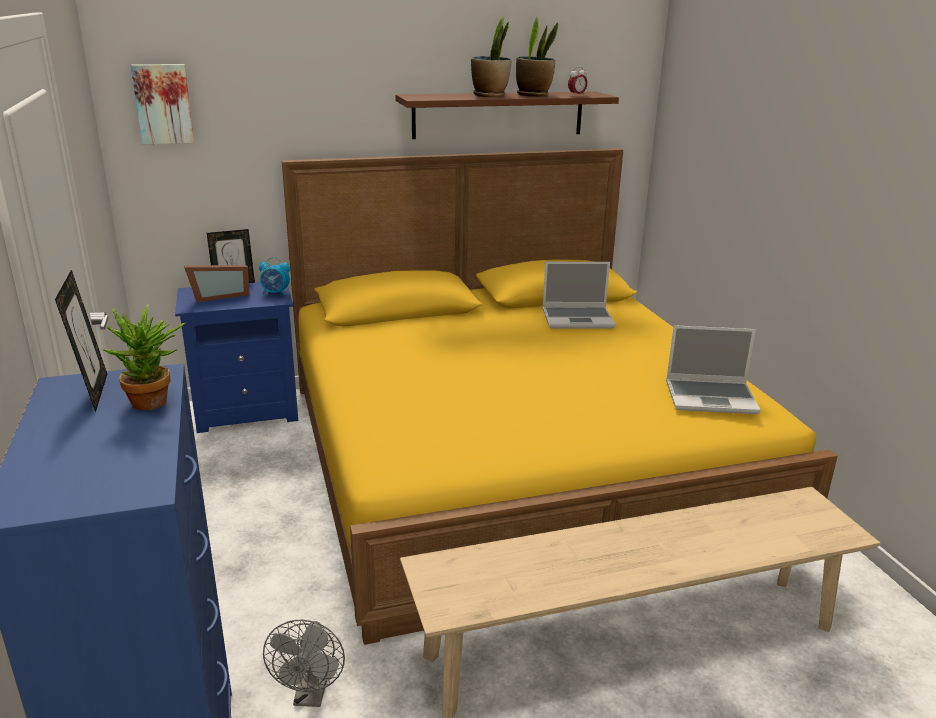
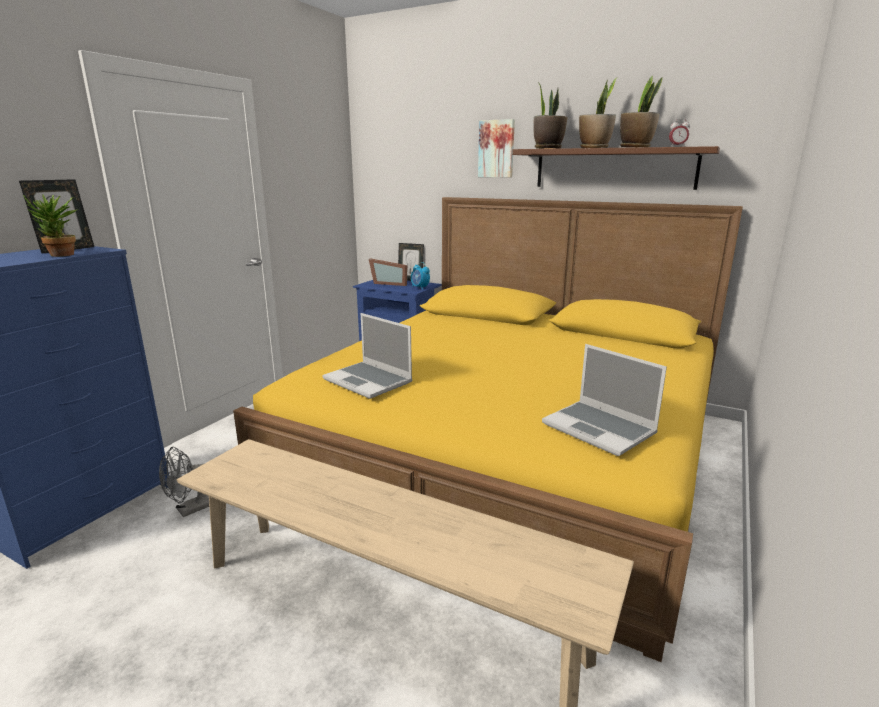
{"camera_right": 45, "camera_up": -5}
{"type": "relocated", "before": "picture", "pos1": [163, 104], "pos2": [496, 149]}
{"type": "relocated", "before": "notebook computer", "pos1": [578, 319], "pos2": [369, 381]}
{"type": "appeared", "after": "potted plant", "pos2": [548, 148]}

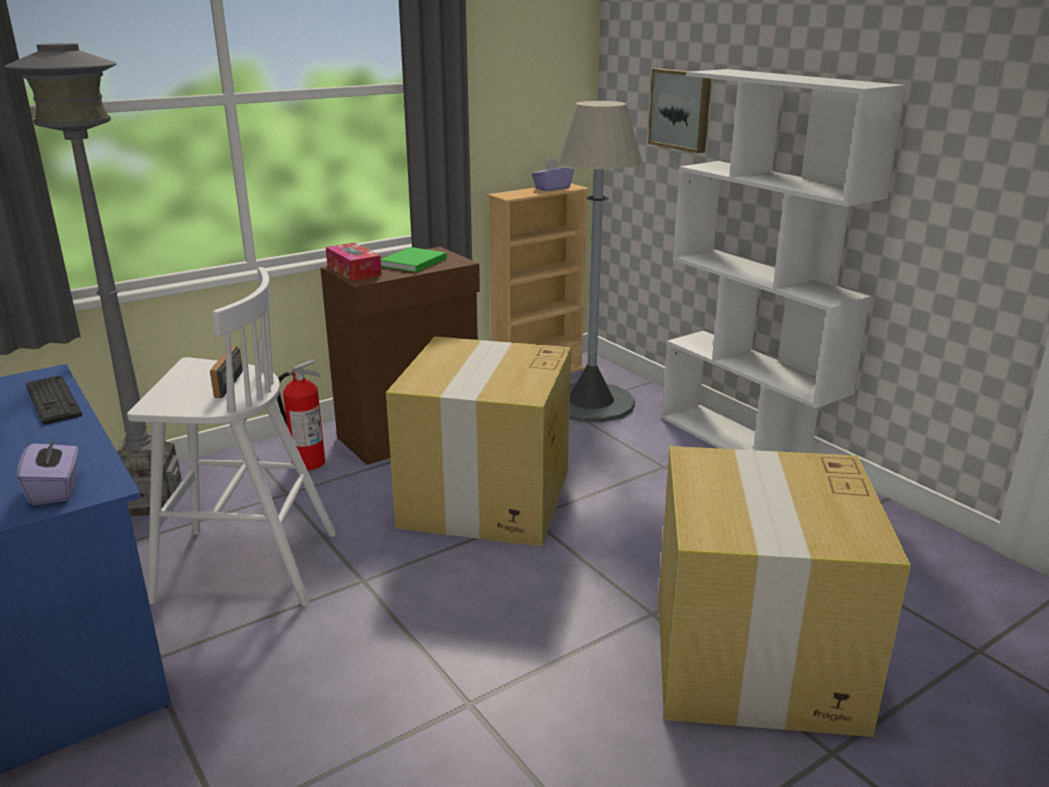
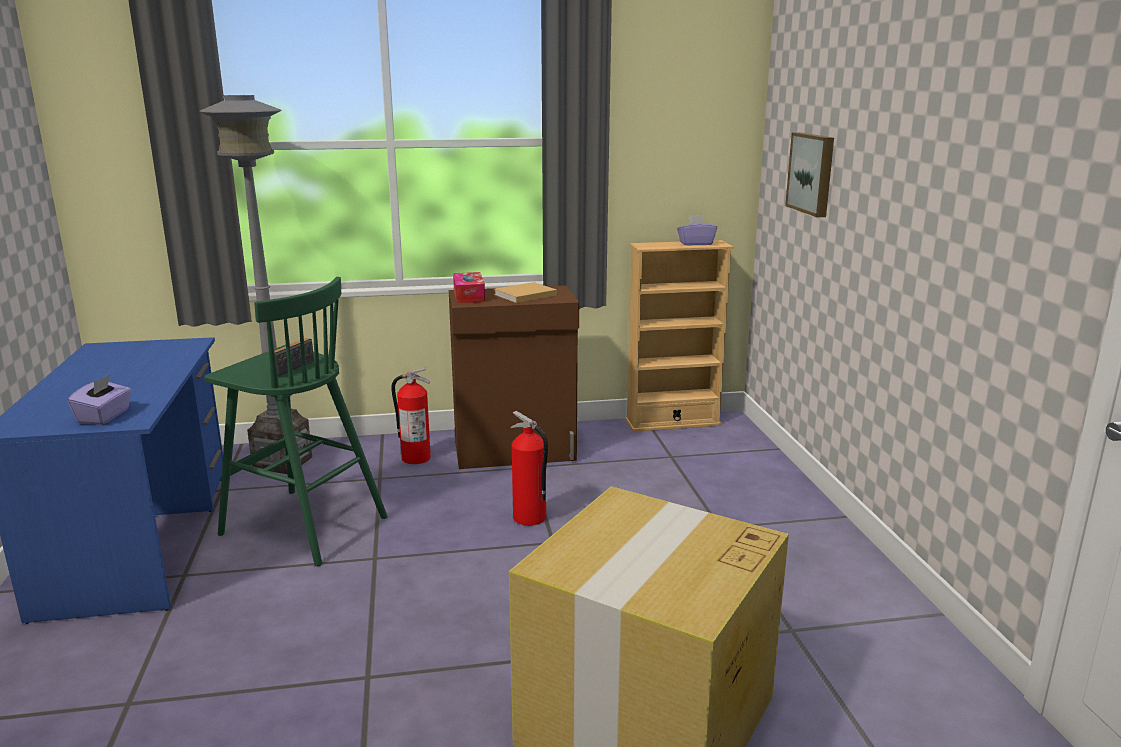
{"camera_right": 25, "camera_up": -5}
{"type": "missing", "before": "computer keyboard", "pos1": [53, 401]}
{"type": "colour", "before": "whitish stool", "after": "greenish stool", "pos1": [243, 567], "pos2": [301, 525]}
{"type": "colour", "before": "greenish bound book", "after": "beige-coloured bound book", "pos1": [412, 263], "pos2": [523, 295]}
{"type": "exchanged", "before": "packing box", "after": "extinguisher", "pos1": [486, 499], "pos2": [529, 518]}
{"type": "missing", "before": "grey floor lamp", "pos1": [590, 403]}
{"type": "missing", "before": "whitish bookcase", "pos1": [746, 445]}

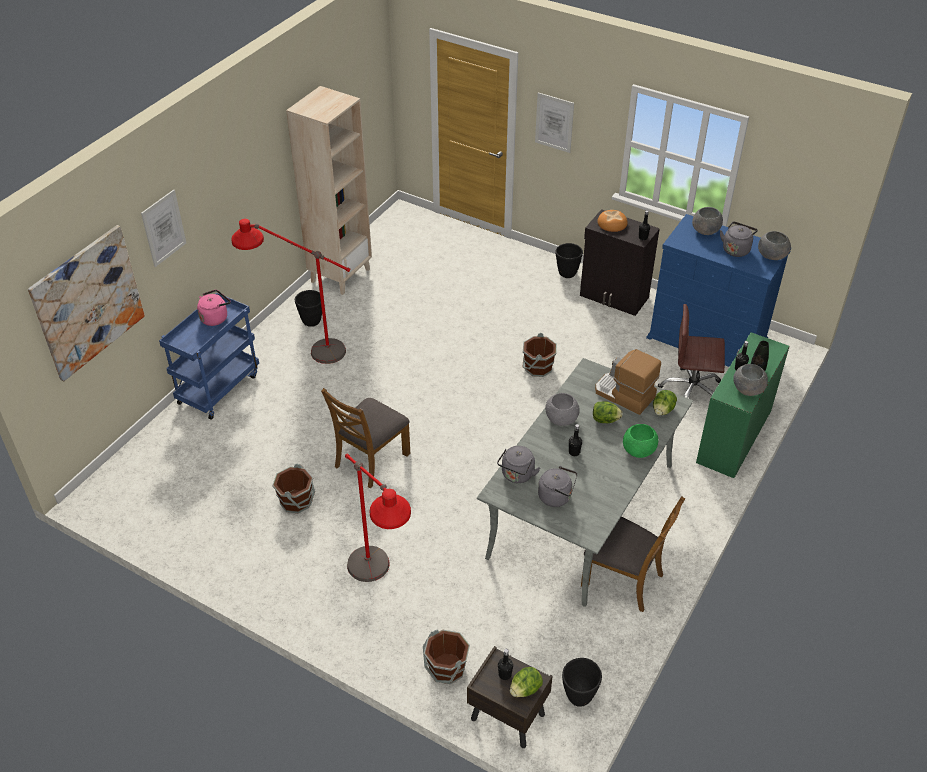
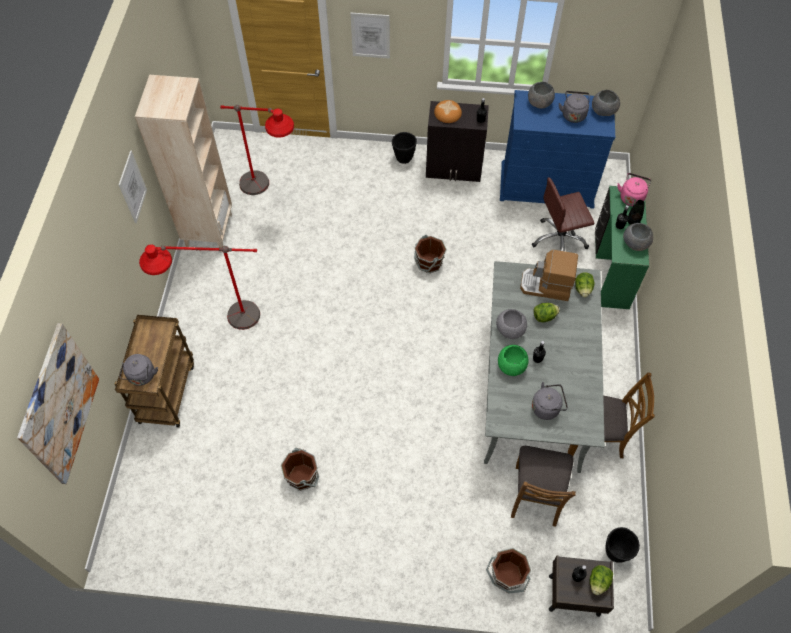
{"camera_right": -25, "camera_up": 15}
{"type": "relocated", "before": "picture", "pos1": [163, 228], "pos2": [132, 187]}
{"type": "colour", "before": "blue trolley", "after": "brown trolley", "pos1": [218, 388], "pos2": [166, 391]}
{"type": "relocated", "before": "pink-coloured tea kettle", "pos1": [215, 318], "pos2": [631, 197]}
{"type": "missing", "before": "black-coloured planter", "pos1": [311, 321]}
{"type": "relocated", "before": "brown chair", "pos1": [371, 460], "pos2": [536, 495]}
{"type": "relocated", "before": "red-coloured floor lamp", "pos1": [380, 587], "pos2": [269, 194]}
{"type": "relocated", "before": "grey tea kettle", "pos1": [517, 475], "pos2": [141, 377]}
{"type": "relocated", "before": "greenish deep dish", "pos1": [638, 450], "pos2": [511, 366]}

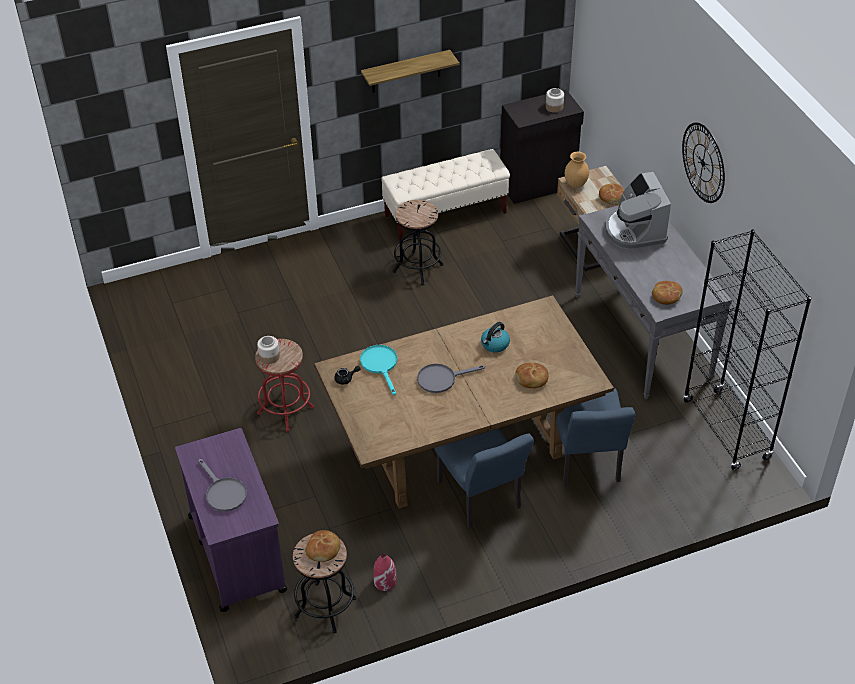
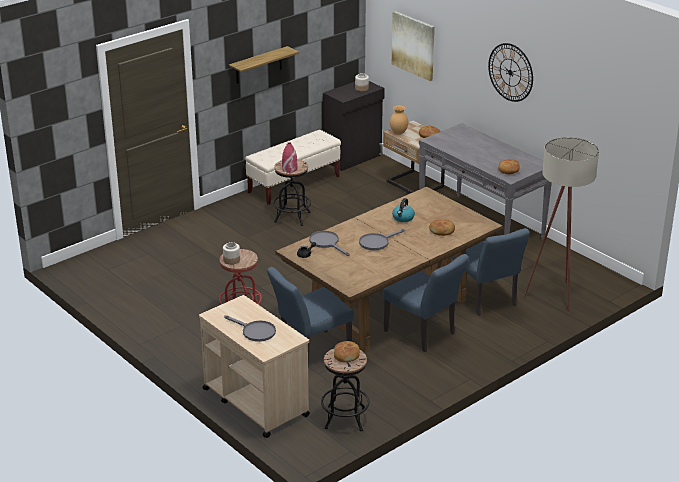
{"camera_right": -20, "camera_up": -15}
{"type": "colour", "before": "purplish trolley", "after": "beige-coloured trolley", "pos1": [237, 552], "pos2": [255, 402]}
{"type": "colour", "before": "turquoise-coloured frying pan", "after": "grey frying pan", "pos1": [381, 365], "pos2": [327, 243]}
{"type": "relocated", "before": "red-coloured flower vase", "pos1": [385, 581], "pos2": [289, 169]}
{"type": "missing", "before": "coffee brewer", "pos1": [634, 231]}
{"type": "missing", "before": "black-coloured bookcase", "pos1": [726, 430]}
{"type": "appeared", "after": "blue chair", "pos2": [310, 352]}
{"type": "appeared", "after": "picture", "pos2": [413, 45]}
{"type": "appeared", "after": "beige-coloured floor lamp", "pos2": [556, 294]}

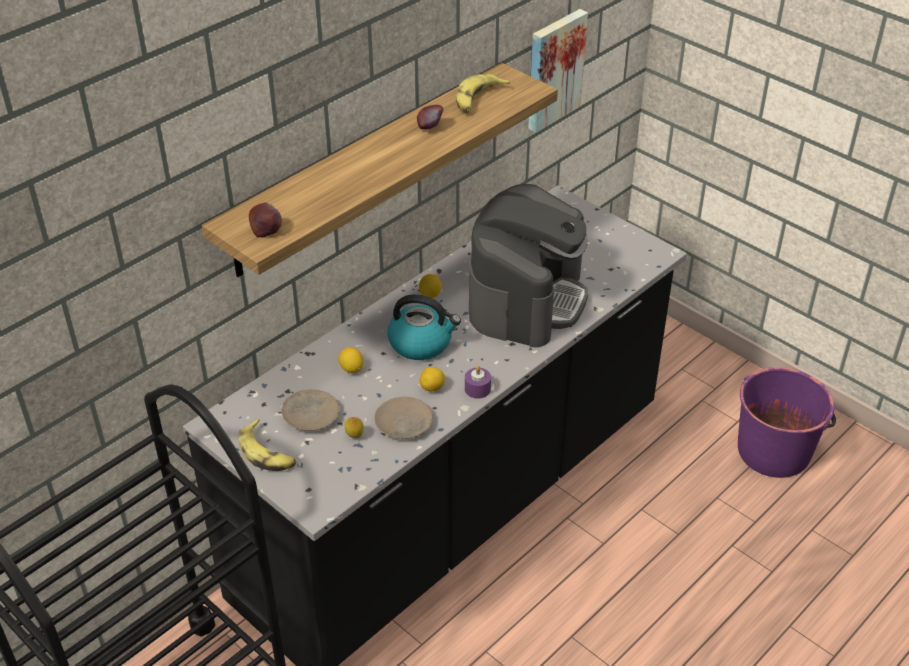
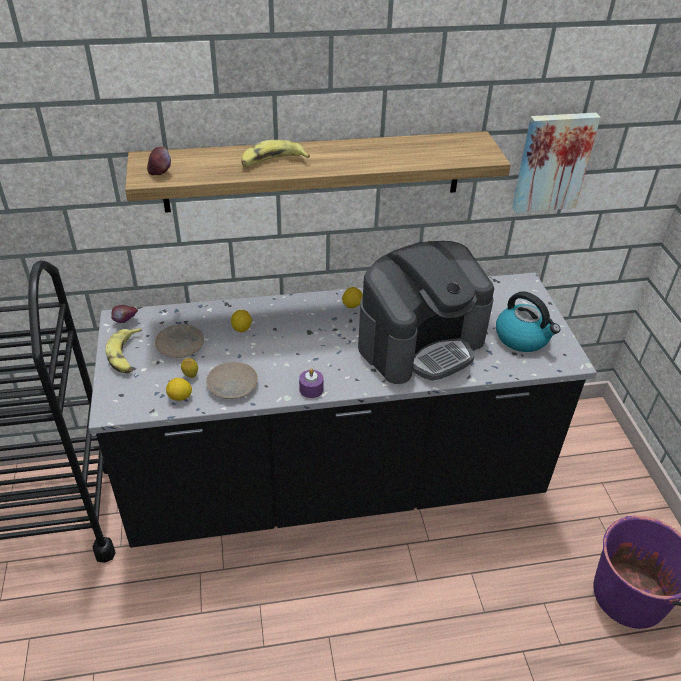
{"camera_right": 35, "camera_up": 0}
{"type": "relocated", "before": "tea kettle", "pos1": [421, 343], "pos2": [523, 338]}
{"type": "relocated", "before": "apple", "pos1": [430, 128], "pos2": [126, 322]}
{"type": "relocated", "before": "lemon", "pos1": [432, 388], "pos2": [180, 397]}
{"type": "relocated", "before": "banana", "pos1": [478, 100], "pos2": [272, 162]}

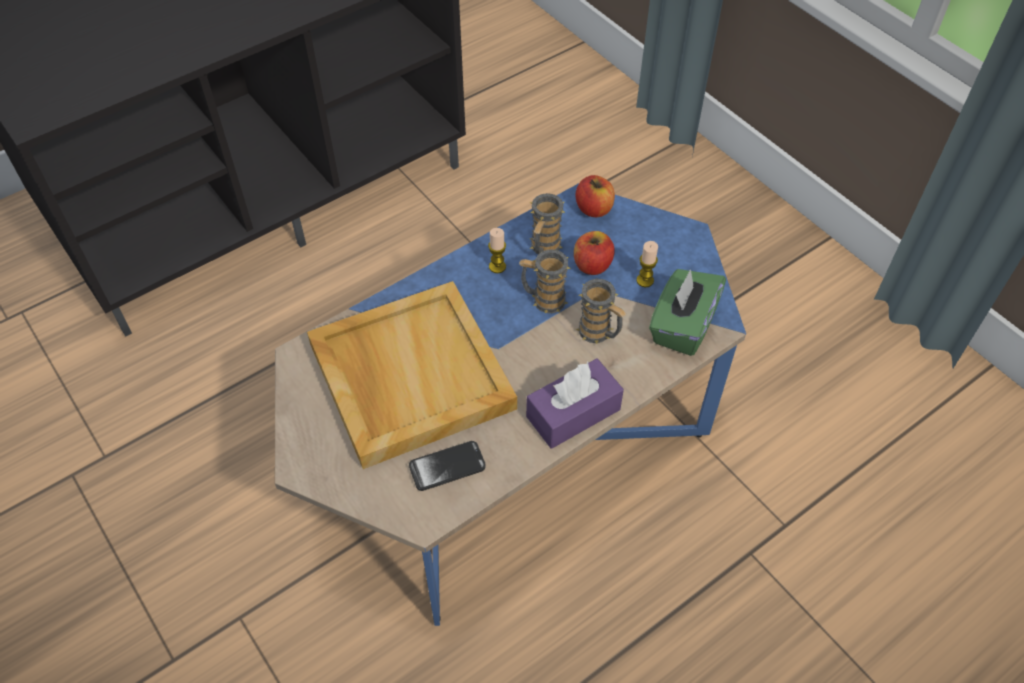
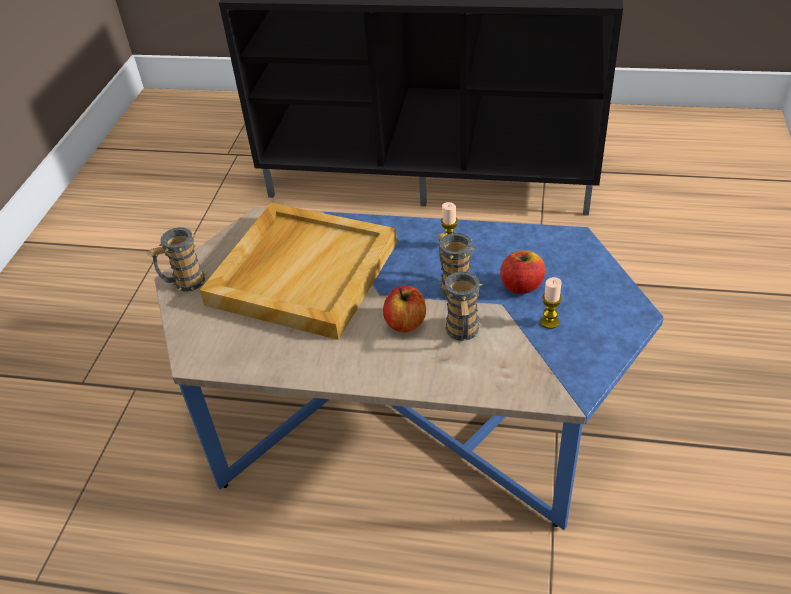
{"camera_right": 50, "camera_up": -10}
{"type": "missing", "before": "handset", "pos1": [447, 467]}
{"type": "missing", "before": "purplish box of tissues", "pos1": [573, 413]}
{"type": "relocated", "before": "tea mug", "pos1": [543, 249], "pos2": [184, 283]}
{"type": "relocated", "before": "apple", "pos1": [594, 209], "pos2": [405, 323]}
{"type": "missing", "before": "greenish box of tissues", "pos1": [682, 326]}

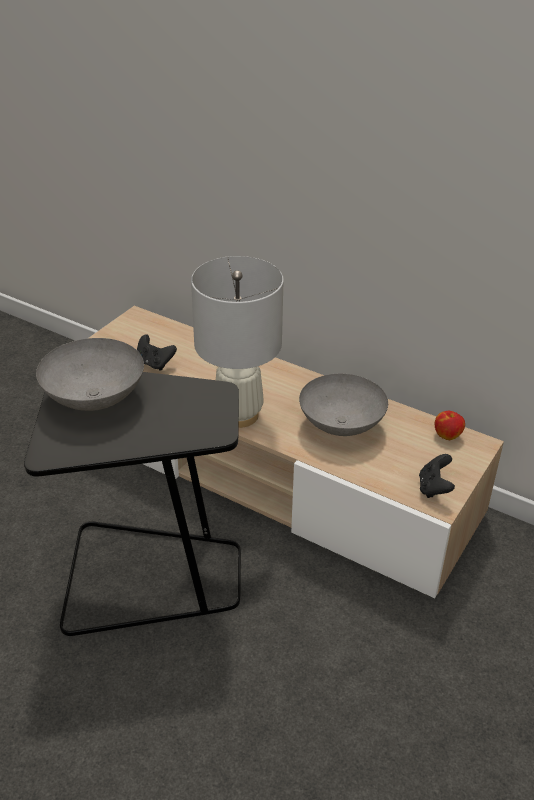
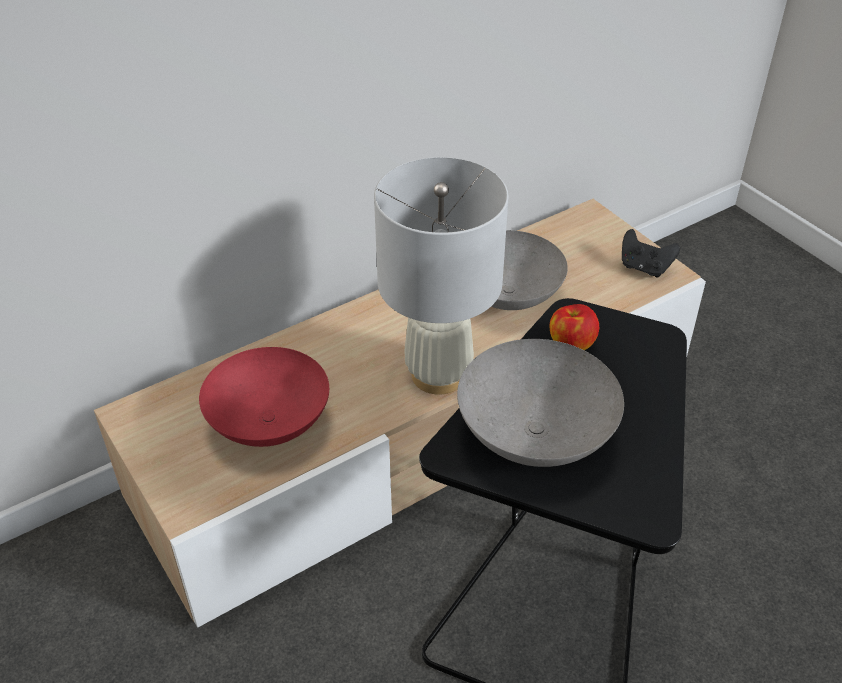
{"camera_right": -65, "camera_up": 5}
{"type": "exchanged", "before": "black-coloured gamepad", "after": "red-coloured deep dish", "pos1": [154, 363], "pos2": [268, 425]}
{"type": "relocated", "before": "apple", "pos1": [447, 435], "pos2": [571, 344]}

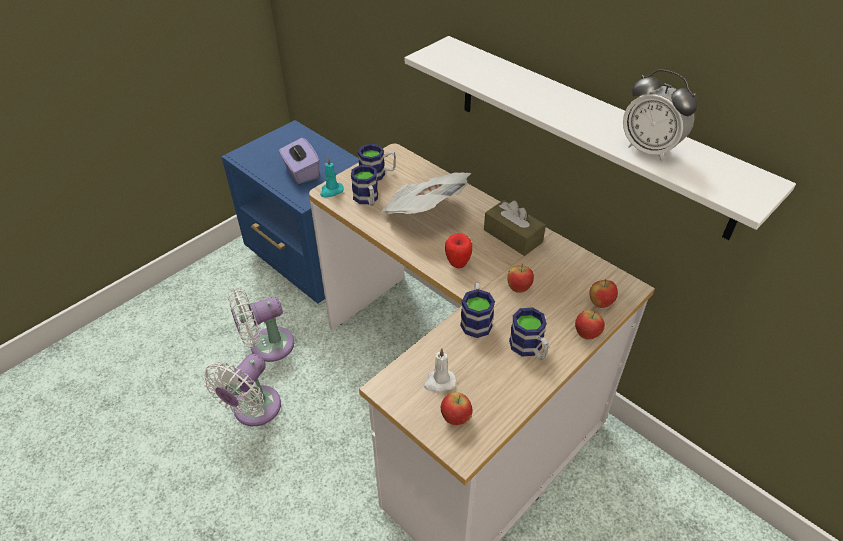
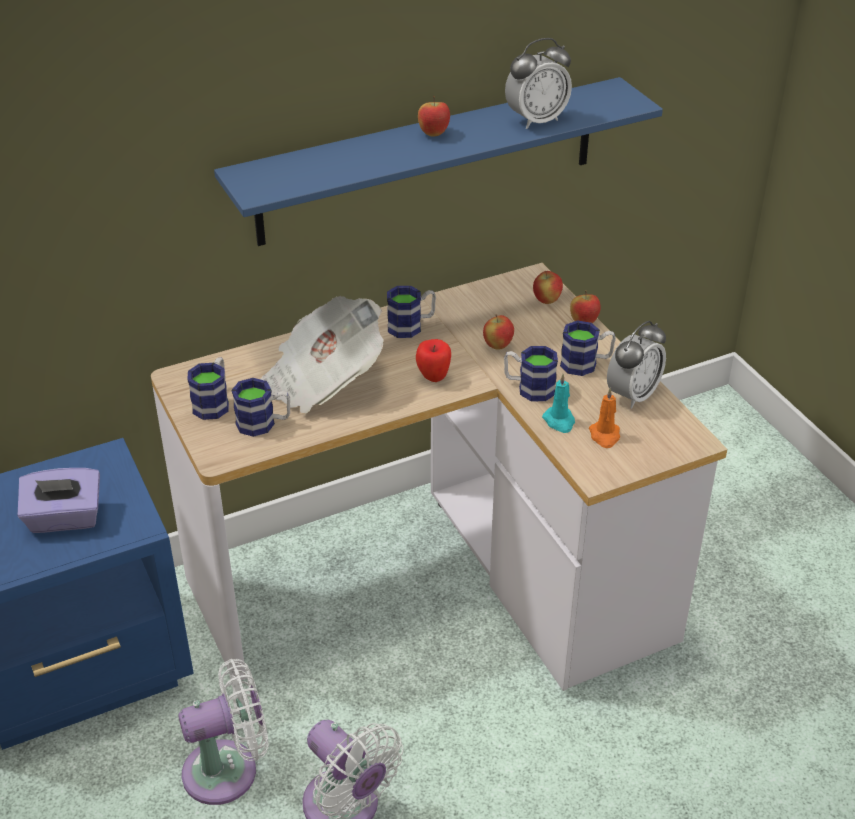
{"camera_right": -70, "camera_up": -5}
{"type": "spun", "before": "whitish electric fan", "pos1": [267, 346], "pos2": [228, 770], "turn": -105}
{"type": "relocated", "before": "turquoise-coloured candle", "pos1": [331, 191], "pos2": [559, 421]}
{"type": "colour", "before": "whitish wall shelf", "after": "blue wall shelf", "pos1": [589, 133], "pos2": [428, 161]}
{"type": "colour", "before": "whitish candle", "after": "orange-coloured candle", "pos1": [439, 382], "pos2": [605, 436]}
{"type": "relocated", "before": "apple", "pos1": [455, 418], "pos2": [433, 134]}
{"type": "exchanged", "before": "brown box of tissues", "after": "tea mug", "pos1": [512, 236], "pos2": [411, 326]}
{"type": "appeared", "after": "alarm clock", "pos2": [633, 395]}

